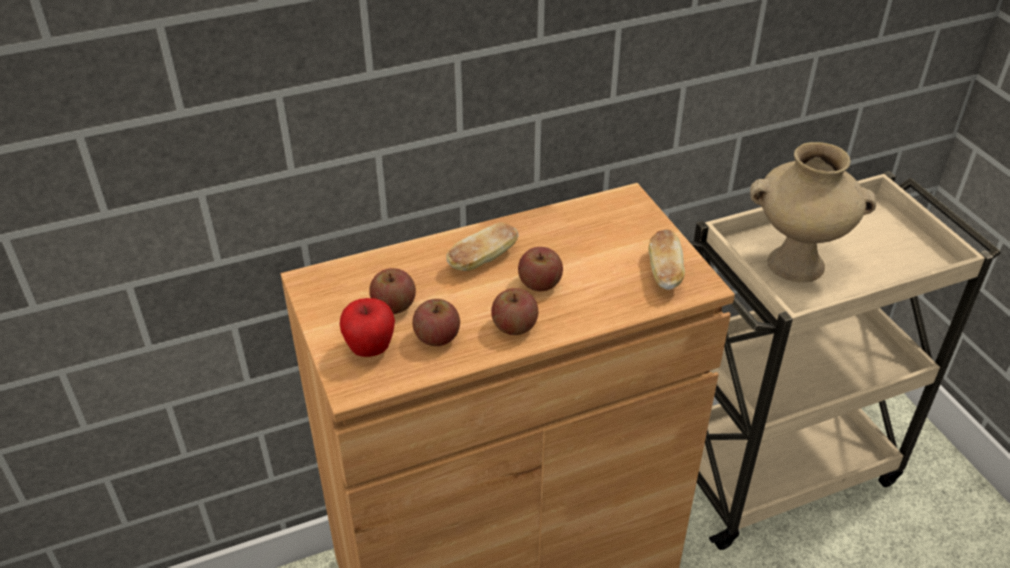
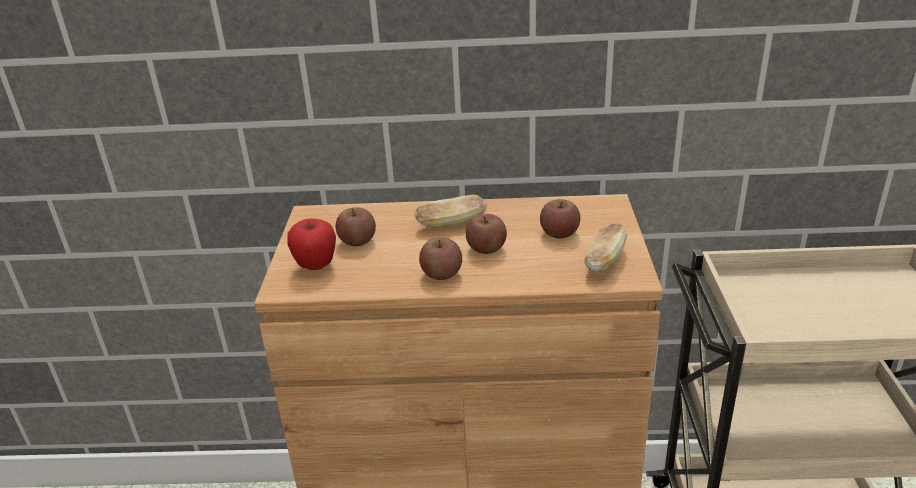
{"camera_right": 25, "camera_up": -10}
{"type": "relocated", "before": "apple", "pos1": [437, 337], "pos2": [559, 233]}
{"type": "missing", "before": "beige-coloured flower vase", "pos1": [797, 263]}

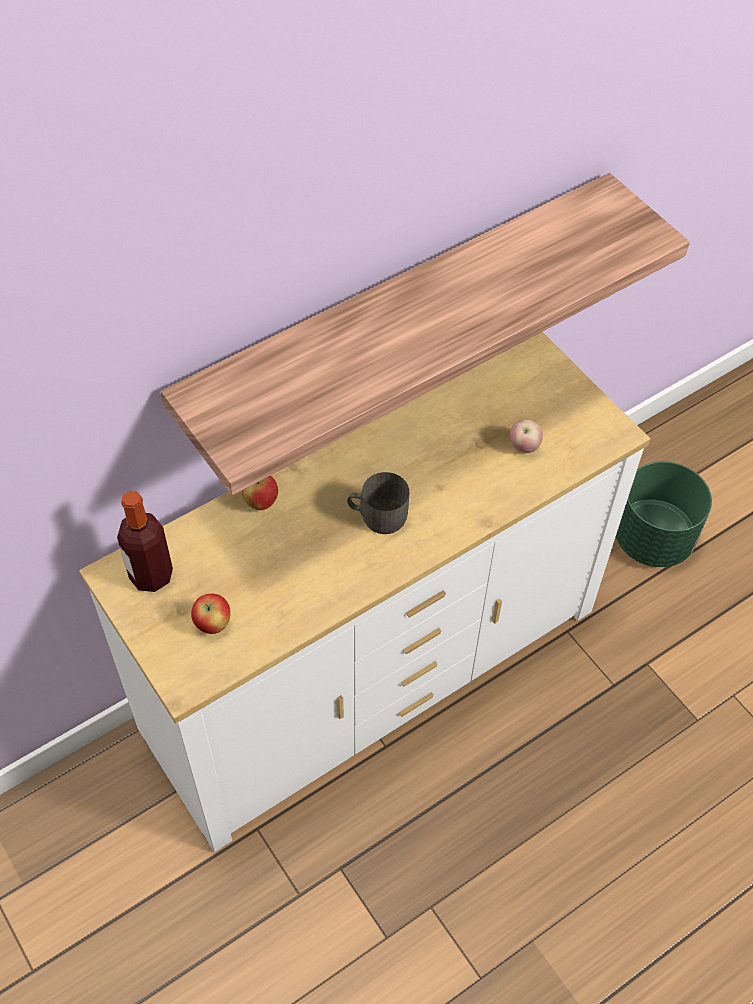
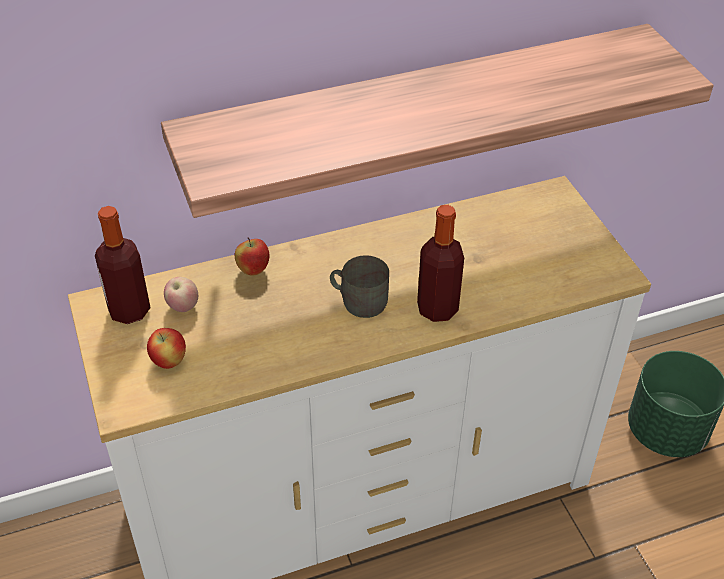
{"camera_right": 15, "camera_up": -10}
{"type": "relocated", "before": "apple", "pos1": [524, 446], "pos2": [183, 307]}
{"type": "appeared", "after": "drink bottle", "pos2": [437, 309]}

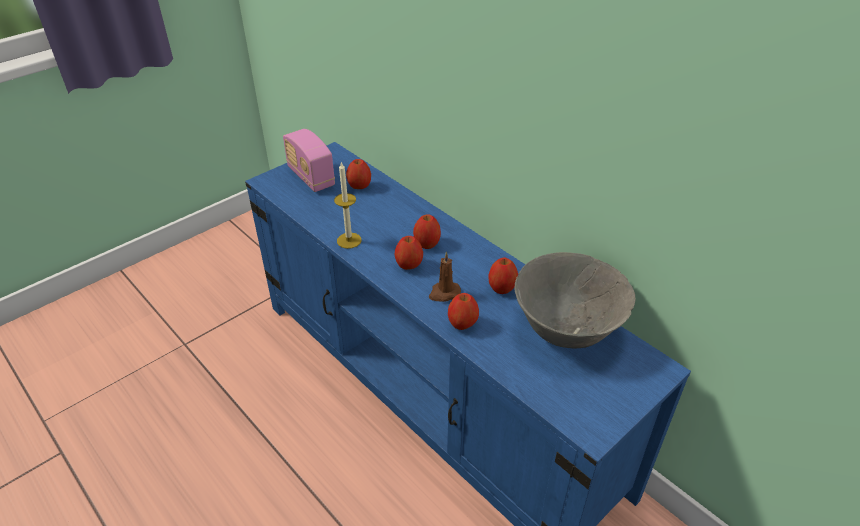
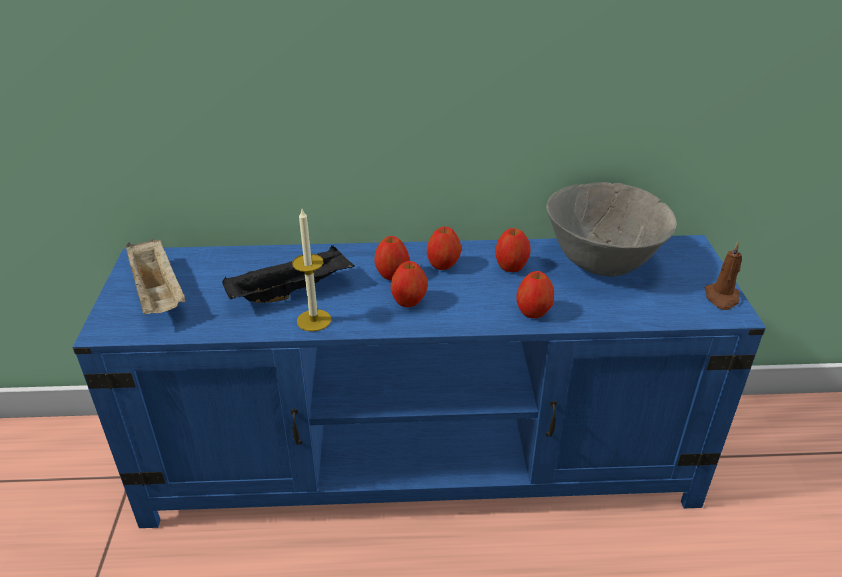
{"camera_right": -50, "camera_up": -5}
{"type": "exchanged", "before": "radio set", "after": "beige-coloured tray", "pos1": [311, 177], "pos2": [159, 294]}
{"type": "relocated", "before": "apple", "pos1": [359, 186], "pos2": [443, 265]}
{"type": "relocated", "before": "brown candle", "pos1": [444, 293], "pos2": [721, 298]}
{"type": "appeared", "after": "black-coloured tray", "pos2": [292, 291]}

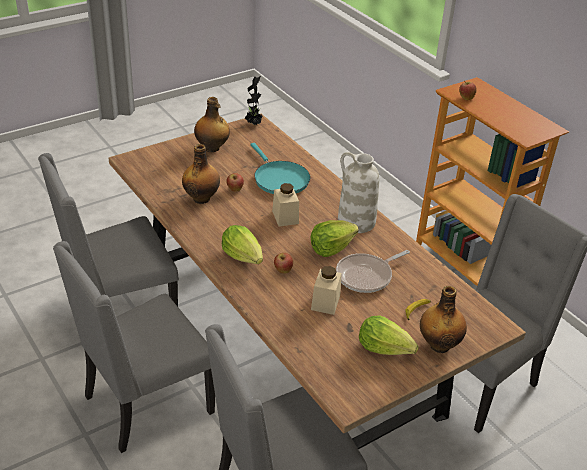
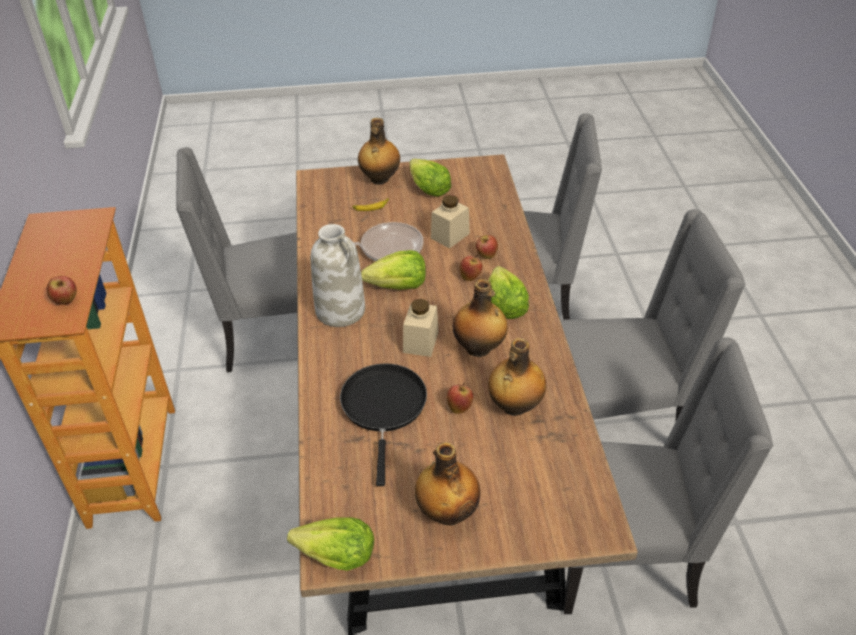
{"camera_right": -150, "camera_up": 5}
{"type": "exchanged", "before": "potted plant", "after": "head of lettuce", "pos1": [254, 124], "pos2": [336, 556]}
{"type": "colour", "before": "turquoise-coloured frying pan", "after": "black-coloured frying pan", "pos1": [279, 179], "pos2": [384, 407]}
{"type": "appeared", "after": "drink bottle", "pos2": [479, 348]}
{"type": "appeared", "after": "apple", "pos2": [486, 256]}

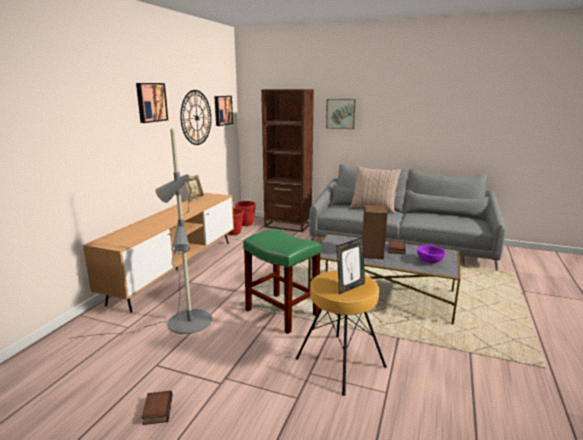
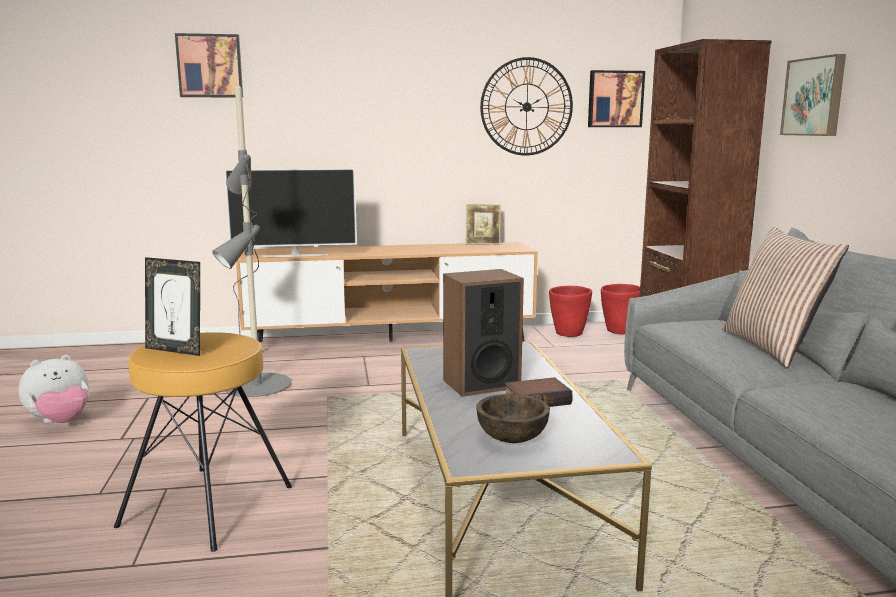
{"camera_right": 60, "camera_up": -5}
{"type": "relocated", "before": "picture", "pos1": [151, 102], "pos2": [210, 66]}
{"type": "exchanged", "before": "bound book", "after": "cuddly toy", "pos1": [157, 410], "pos2": [60, 422]}
{"type": "missing", "before": "greenish stool", "pos1": [281, 312]}
{"type": "colour", "before": "purplish deep dish", "after": "brown deep dish", "pos1": [429, 261], "pos2": [512, 438]}
{"type": "appeared", "after": "television", "pos2": [295, 255]}

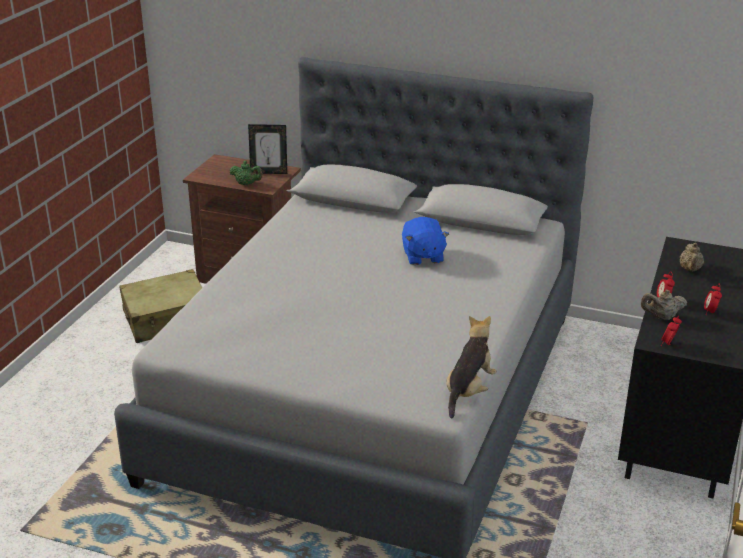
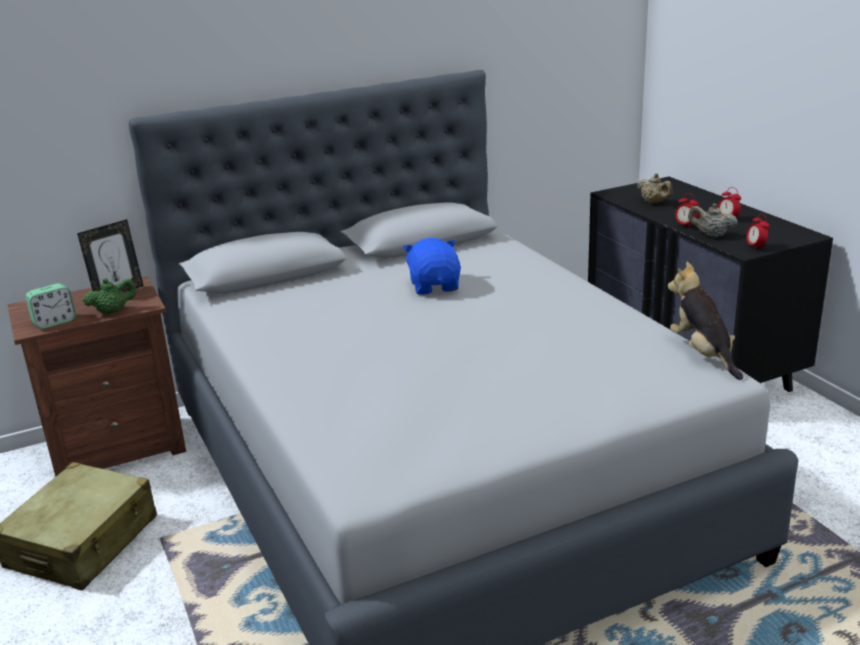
{"camera_right": -45, "camera_up": -5}
{"type": "spun", "before": "blue cuddly toy", "pos1": [422, 256], "pos2": [435, 286], "turn": -135}
{"type": "spun", "before": "beige-coloured tea pot", "pos1": [661, 317], "pos2": [711, 235], "turn": 75}
{"type": "appeared", "after": "alarm clock", "pos2": [54, 322]}

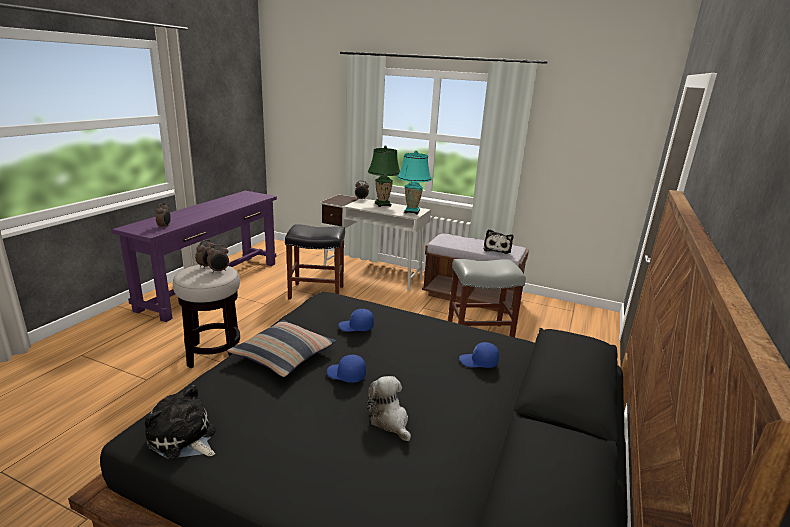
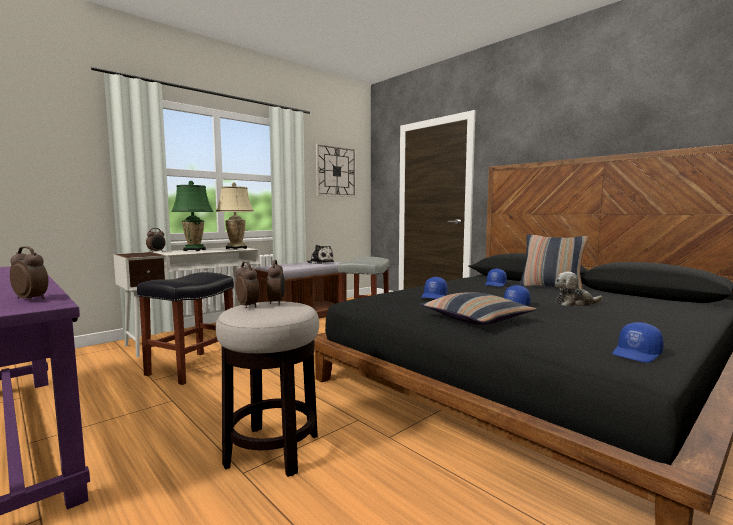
{"camera_right": -65, "camera_up": -15}
{"type": "exchanged", "before": "cuddly toy", "after": "blue baseball cap", "pos1": [183, 438], "pos2": [637, 354]}
{"type": "colour", "before": "turquoise-coloured table lamp", "after": "beige-coloured table lamp", "pos1": [411, 212], "pos2": [236, 248]}
{"type": "appeared", "after": "clock on the wall", "pos2": [336, 171]}
{"type": "appeared", "after": "cushion", "pos2": [551, 287]}

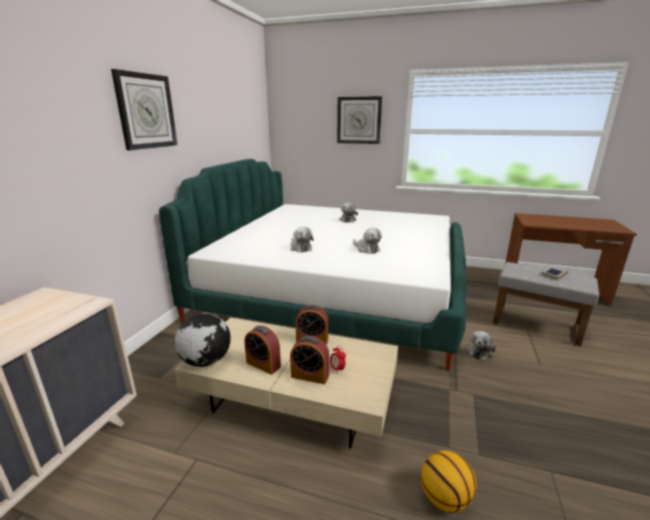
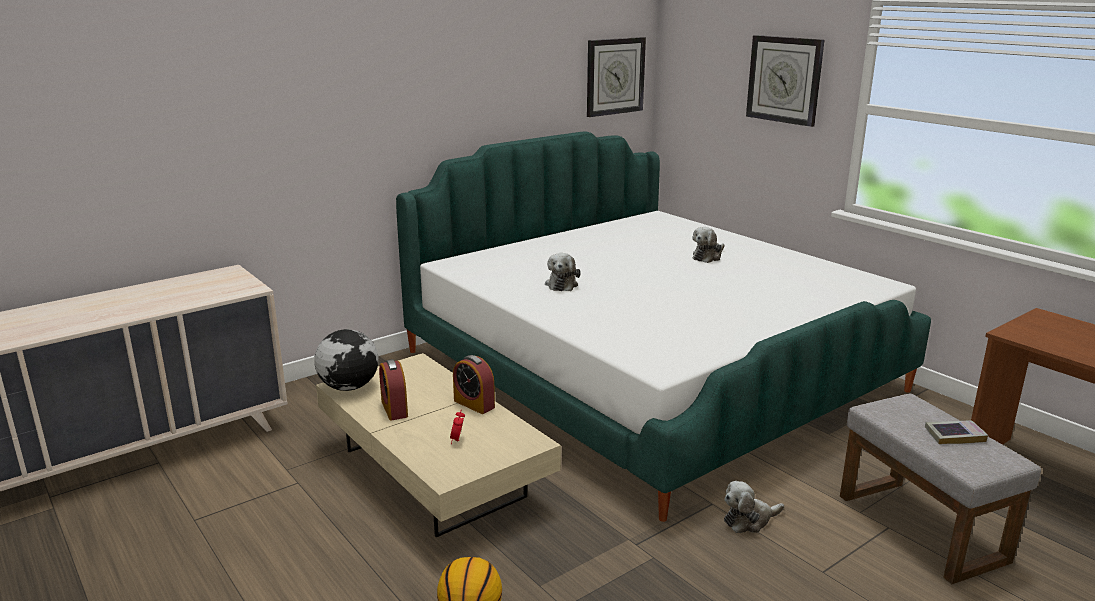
{"camera_right": 35, "camera_up": 0}
{"type": "relocated", "before": "clock on the wall", "pos1": [146, 111], "pos2": [615, 76]}
{"type": "missing", "before": "alarm clock", "pos1": [310, 376]}
{"type": "missing", "before": "cuddly toy", "pos1": [366, 249]}

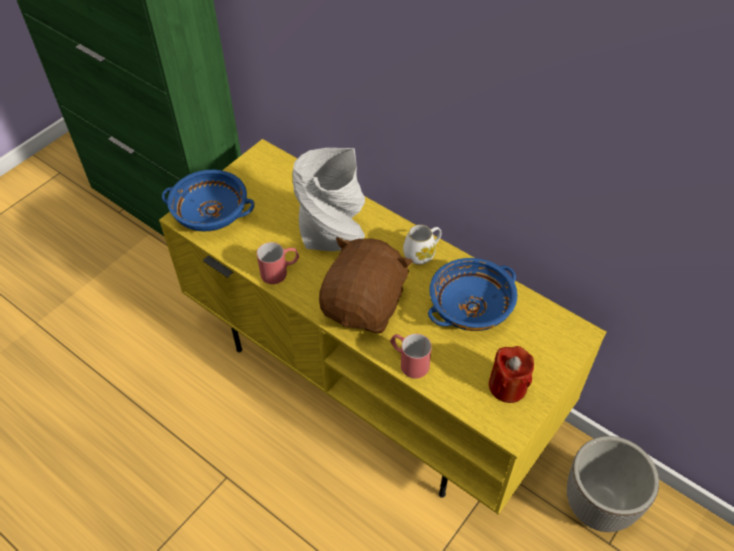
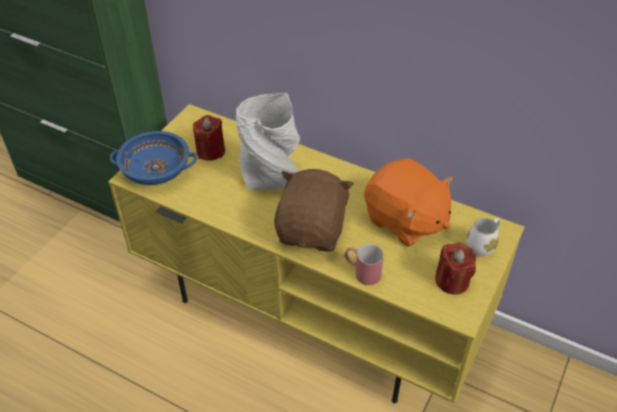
{"camera_right": -10, "camera_up": -5}
{"type": "missing", "before": "red-coloured tea mug", "pos1": [280, 271]}
{"type": "relocated", "before": "whitish tea mug", "pos1": [422, 253], "pos2": [483, 245]}
{"type": "exchanged", "before": "blue deep dish", "after": "orange-coloured cuddly toy", "pos1": [470, 307], "pos2": [405, 220]}
{"type": "missing", "before": "planter", "pos1": [597, 506]}
{"type": "appeared", "after": "red-coloured candle", "pos2": [210, 151]}

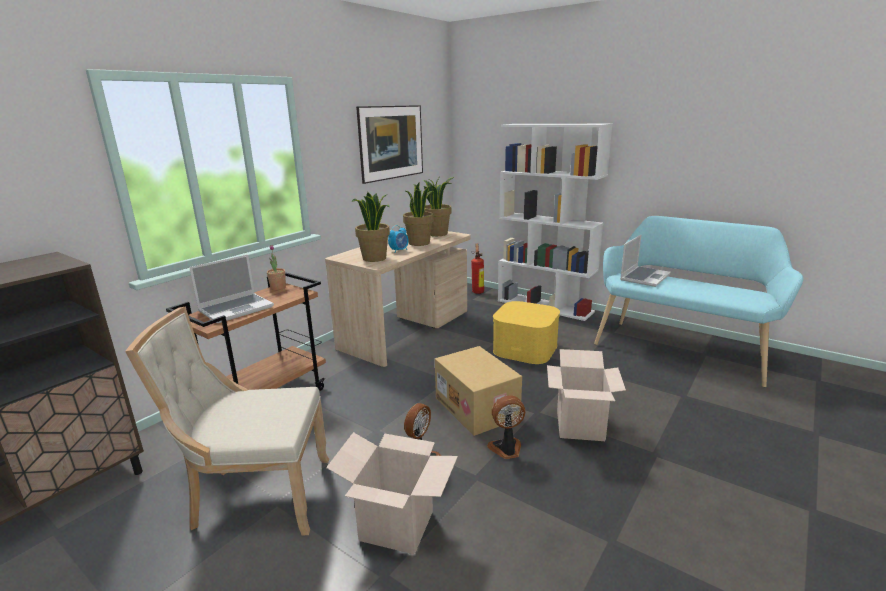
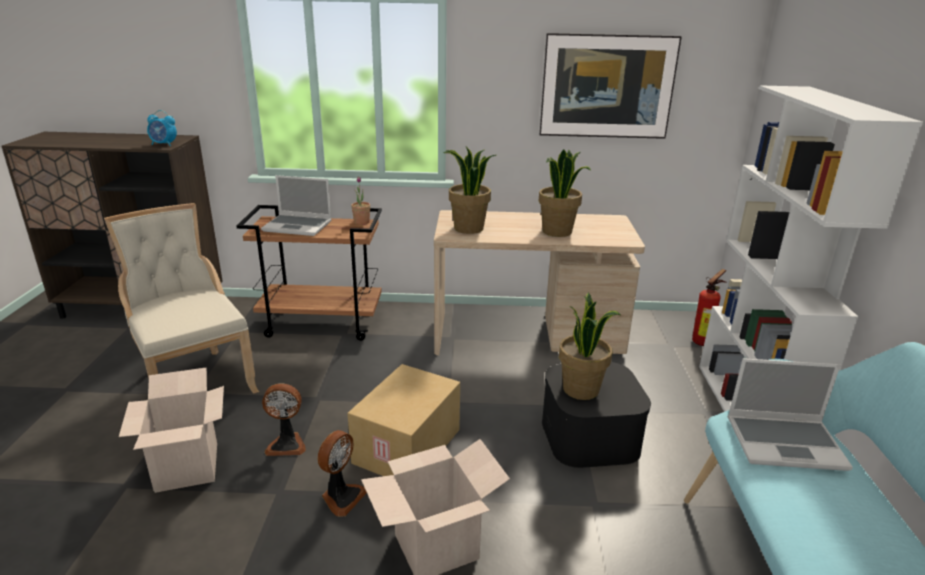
{"camera_right": 55, "camera_up": 5}
{"type": "relocated", "before": "alarm clock", "pos1": [399, 251], "pos2": [164, 144]}
{"type": "relocated", "before": "potted plant", "pos1": [438, 233], "pos2": [581, 389]}
{"type": "spun", "before": "electric fan", "pos1": [506, 449], "pos2": [341, 497], "turn": 75}
{"type": "colour", "before": "yellowish storage container", "after": "black-coloured storage container", "pos1": [525, 348], "pos2": [590, 436]}

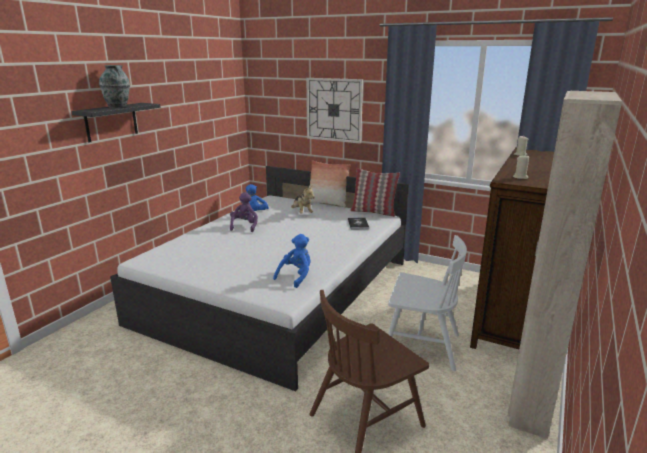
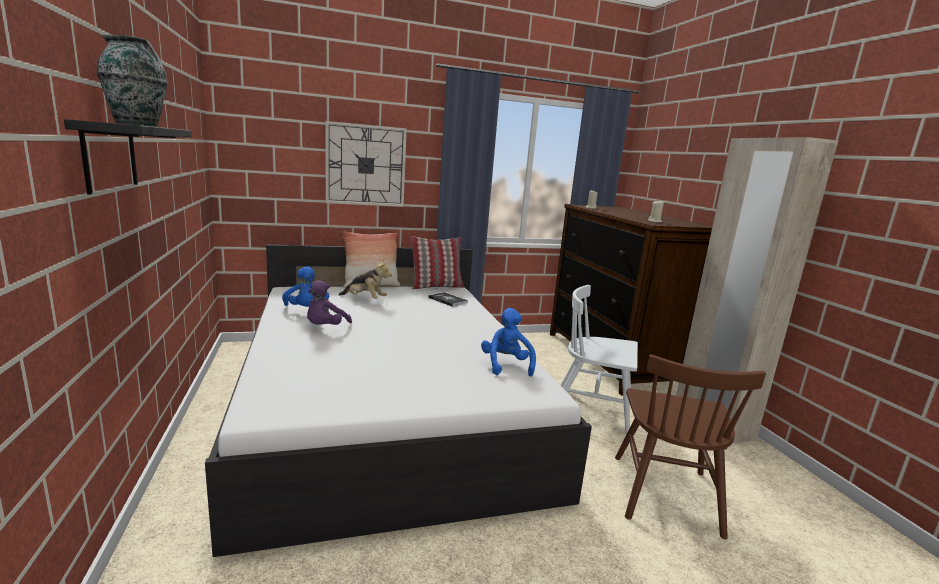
{"camera_right": -45, "camera_up": -5}
{"type": "spun", "before": "purplish cuddly toy", "pos1": [244, 226], "pos2": [325, 328], "turn": -120}
{"type": "spun", "before": "whitish chair", "pos1": [420, 346], "pos2": [592, 409], "turn": -135}

